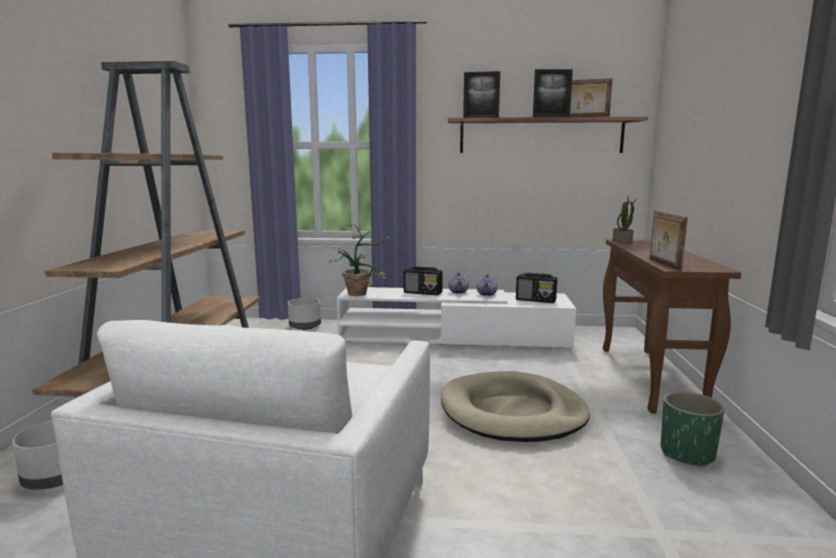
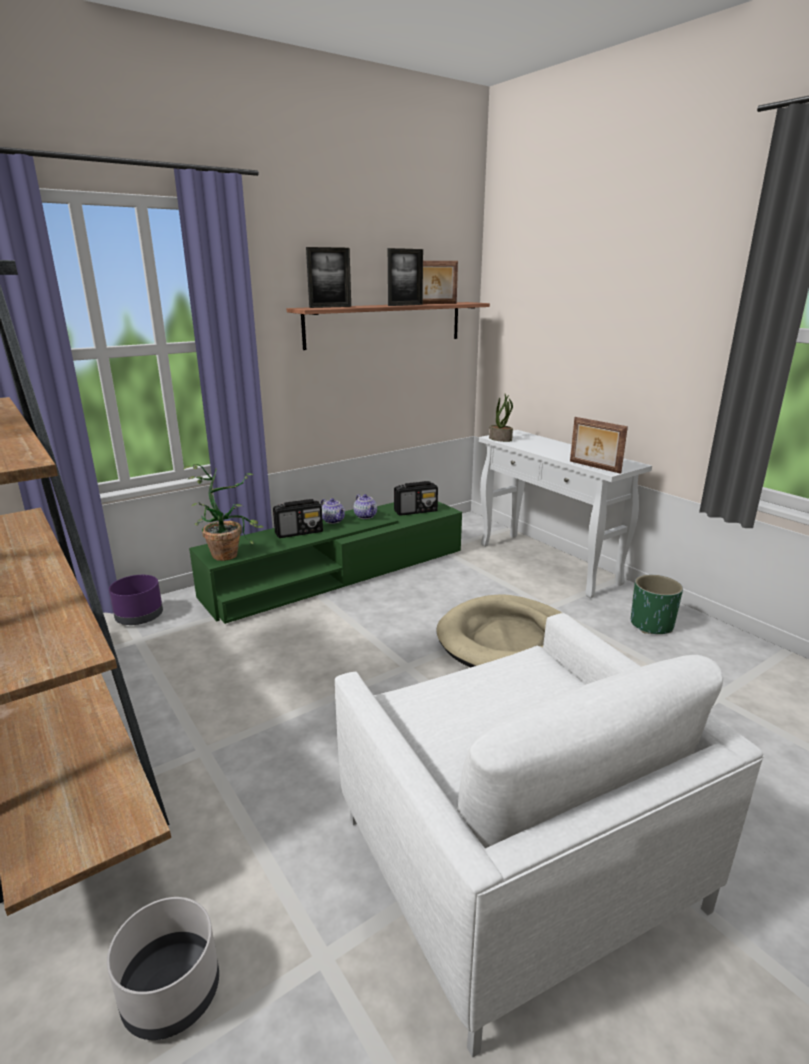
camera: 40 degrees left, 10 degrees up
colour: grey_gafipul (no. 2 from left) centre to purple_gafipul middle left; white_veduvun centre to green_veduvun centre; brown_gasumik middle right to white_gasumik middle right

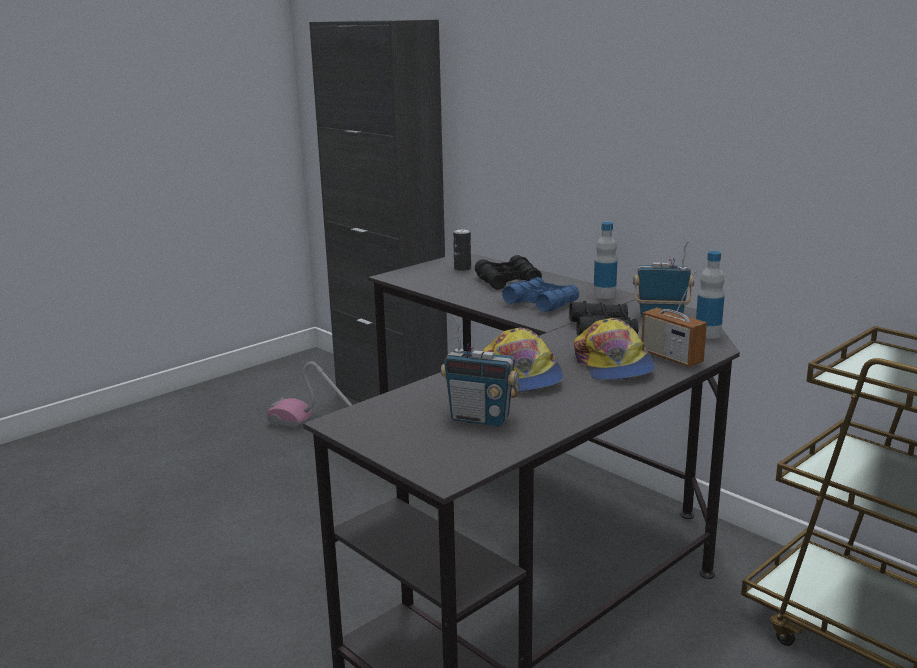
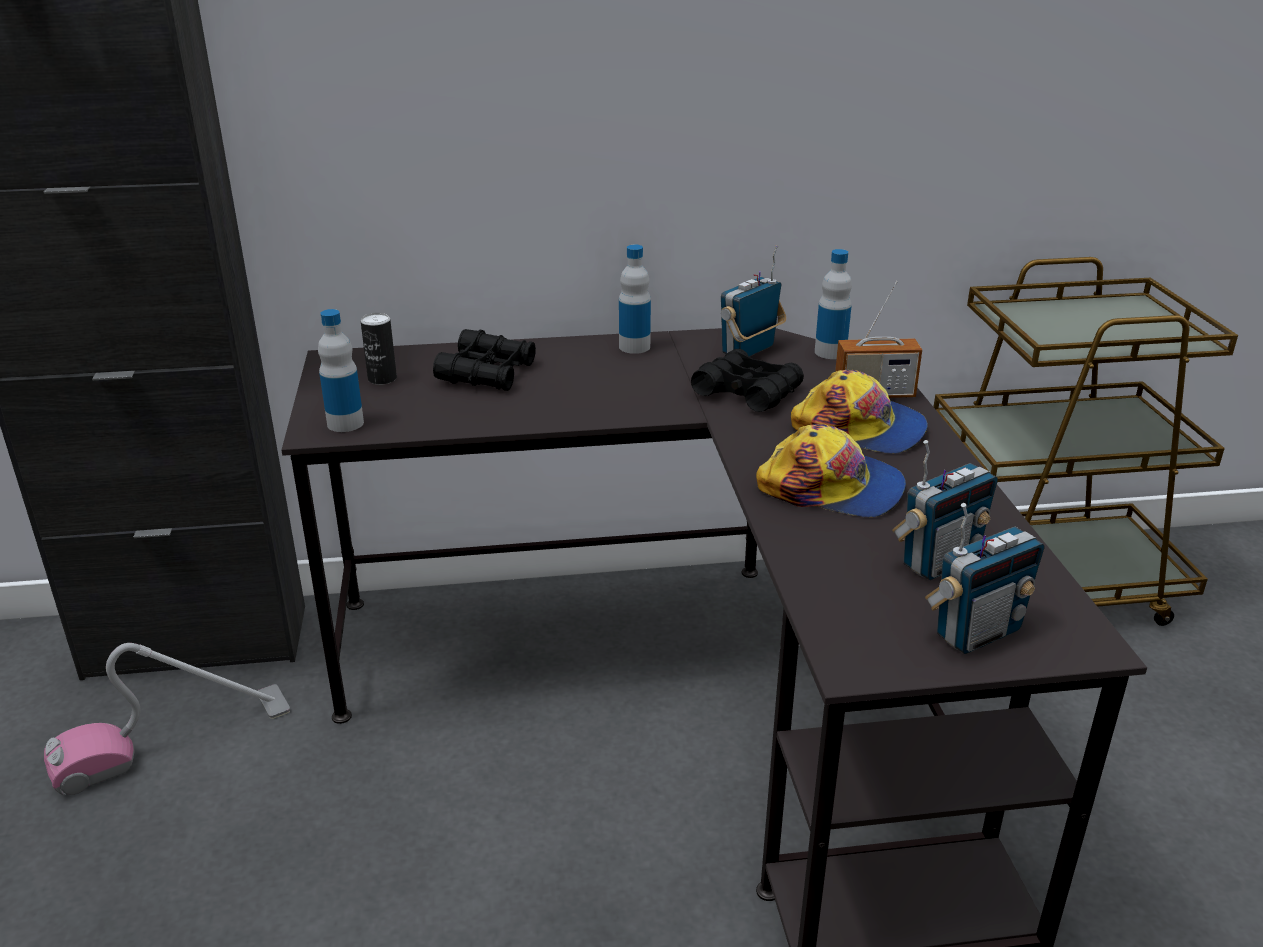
camera: 55 degrees left, 10 degrees up
missing: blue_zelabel centre
appeared: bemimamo (no. 1 from left) middle left; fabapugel (no. 4 from left) middle right

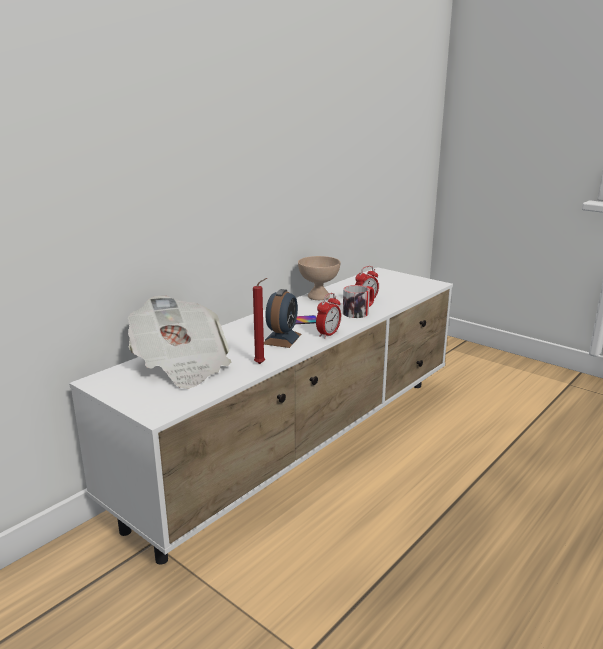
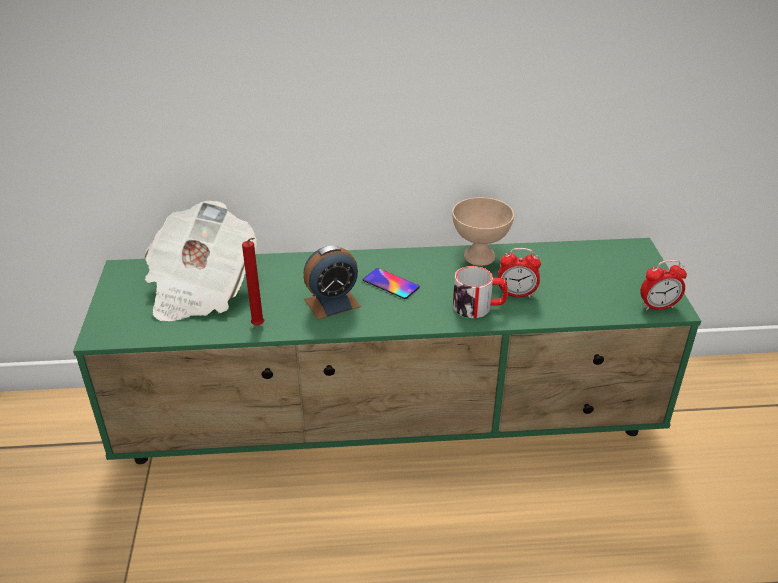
camera: 45 degrees right, 15 degrees up
relocated: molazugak (no. 2 from left in the first image) centre to molazugak (no. 3 from left) middle right
colour: white_veduvun centre to green_veduvun centre

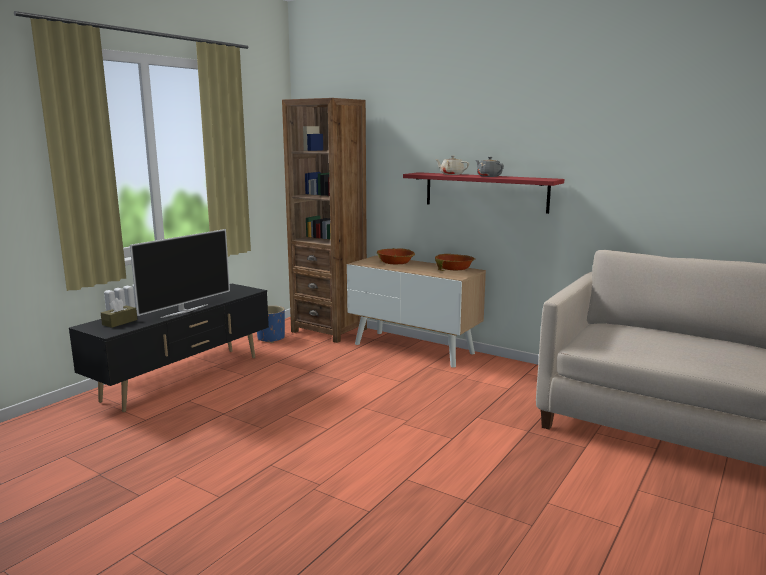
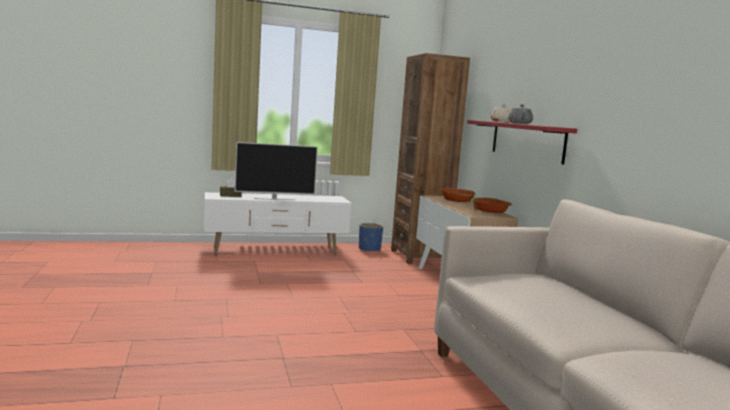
camera: 40 degrees right, 5 degrees down
colour: black_veduvun middle left to white_veduvun centre

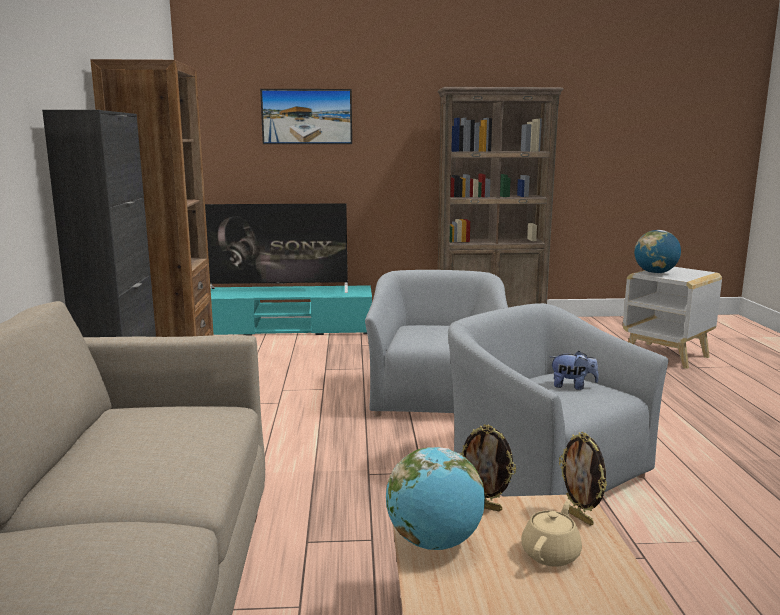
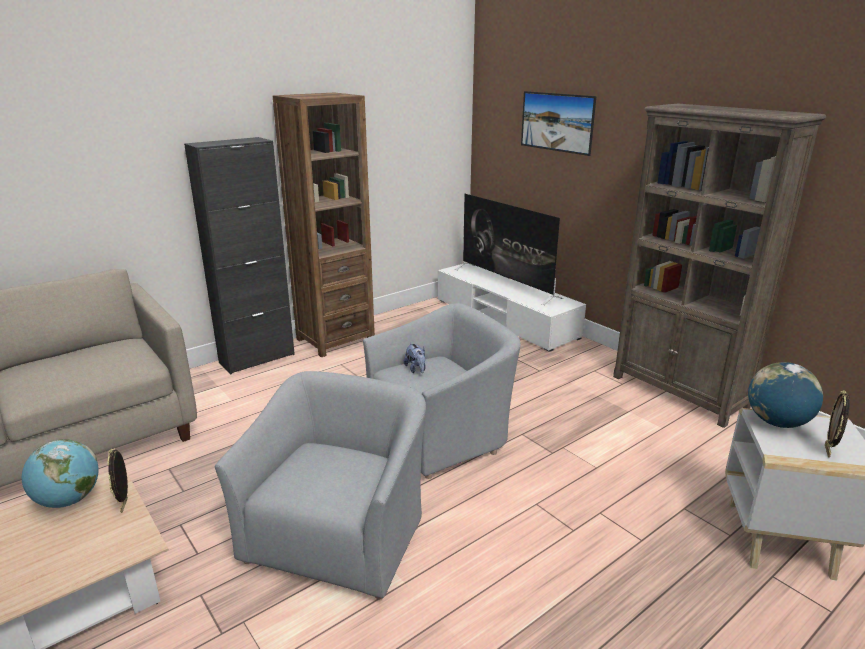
camera: 55 degrees right, 10 degrees up
missing: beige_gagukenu bottom right
relocated: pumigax middle right to centre; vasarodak (no. 2 from left) bottom right to middle right
colour: turquoise_veduvun centre to white_veduvun centre

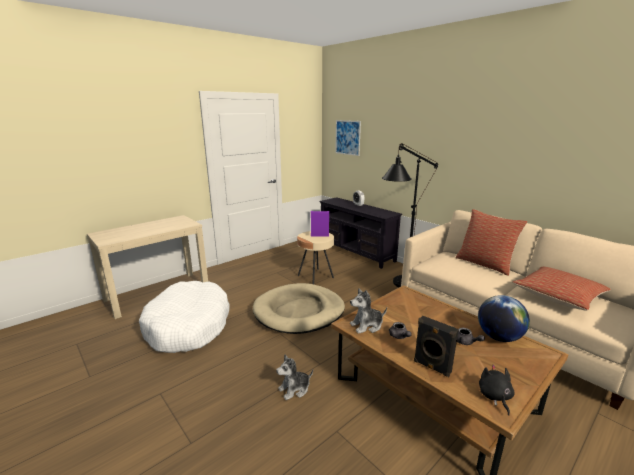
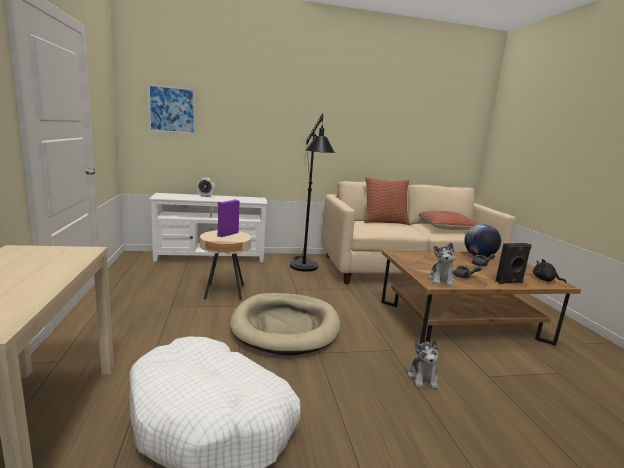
camera: 60 degrees left, 5 degrees down
colour: black_veduvun centre to white_veduvun centre

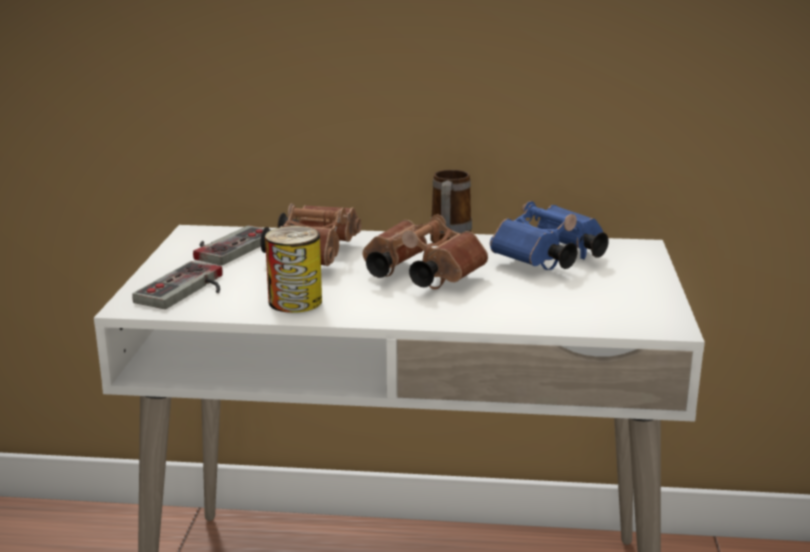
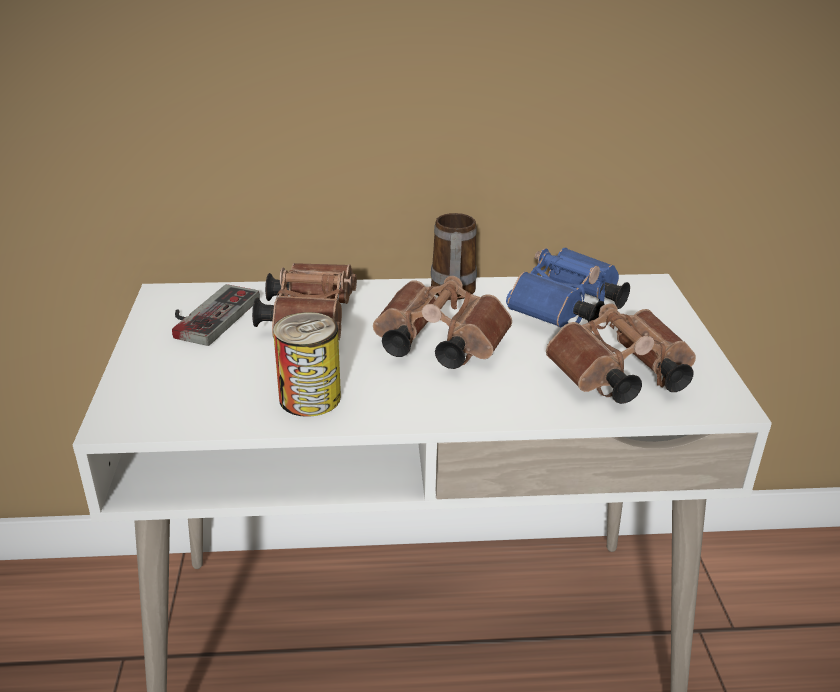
camera: 10 degrees left, 10 degrees up
missing: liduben (no. 1 from left) middle left
appeared: brown_zelabel (no. 3 from left) middle right

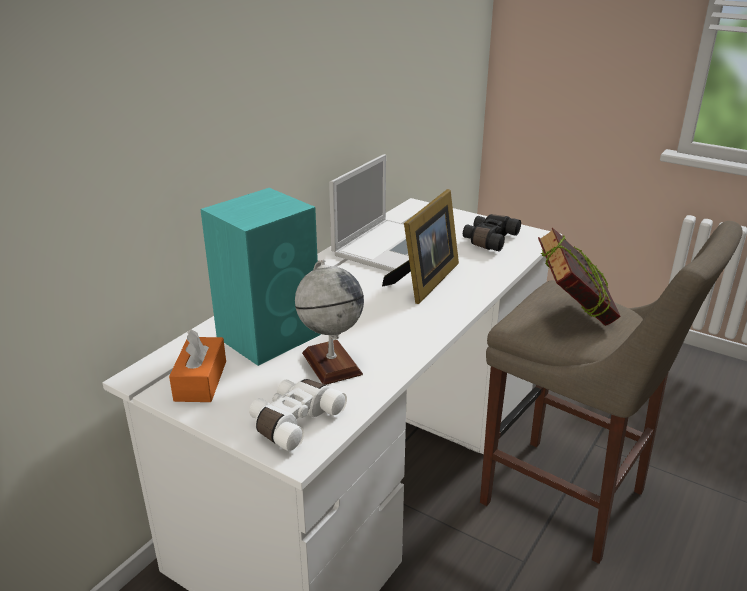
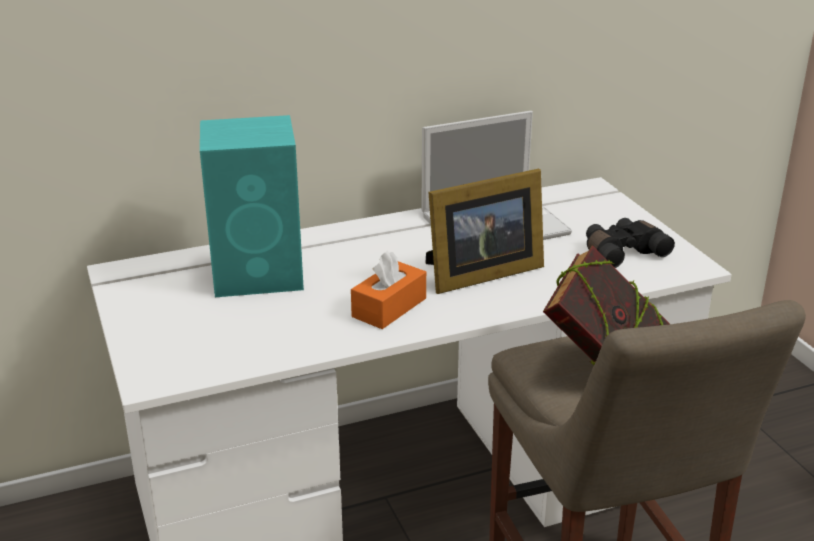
camera: 35 degrees right, 0 degrees up
missing: white_zelabel bottom centre; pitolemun centre
relocated: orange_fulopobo middle left to centre

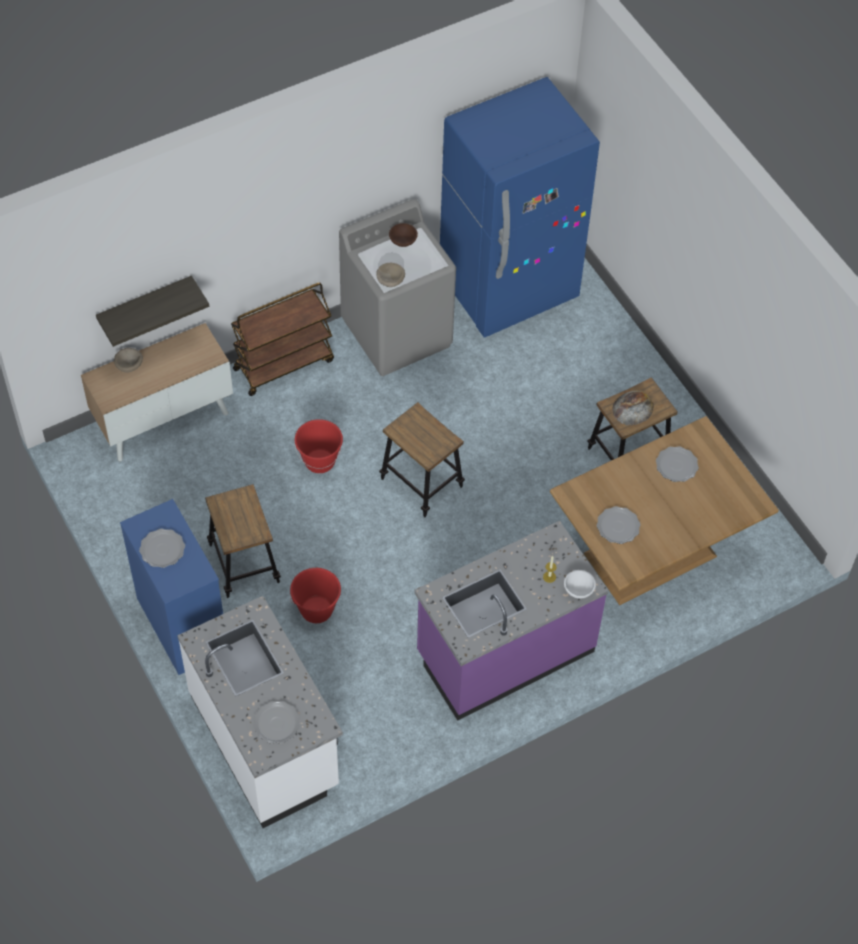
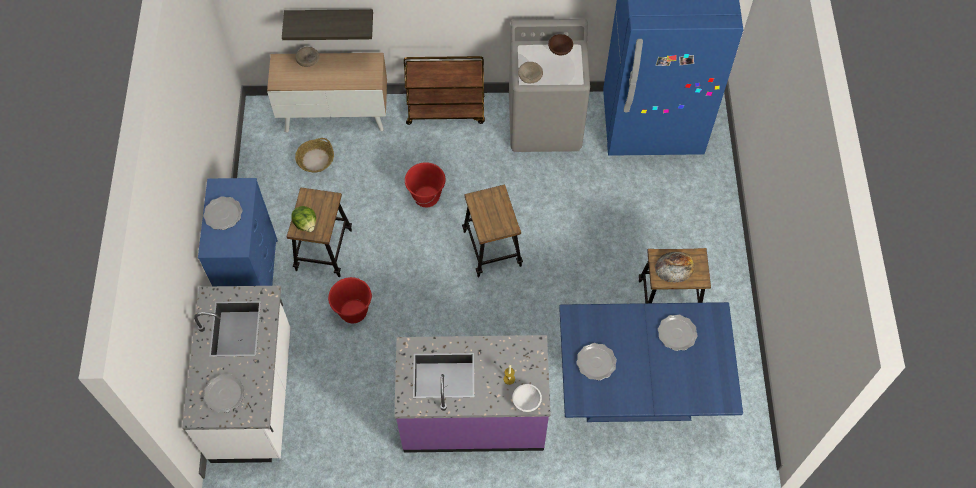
camera: 30 degrees right, 5 degrees up
appeared: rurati middle left; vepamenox top left
colour: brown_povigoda middle right to blue_povigoda bottom right

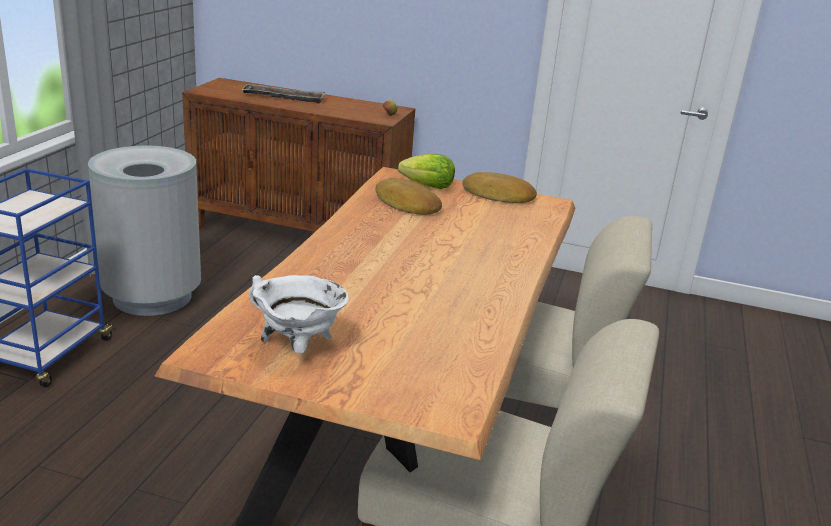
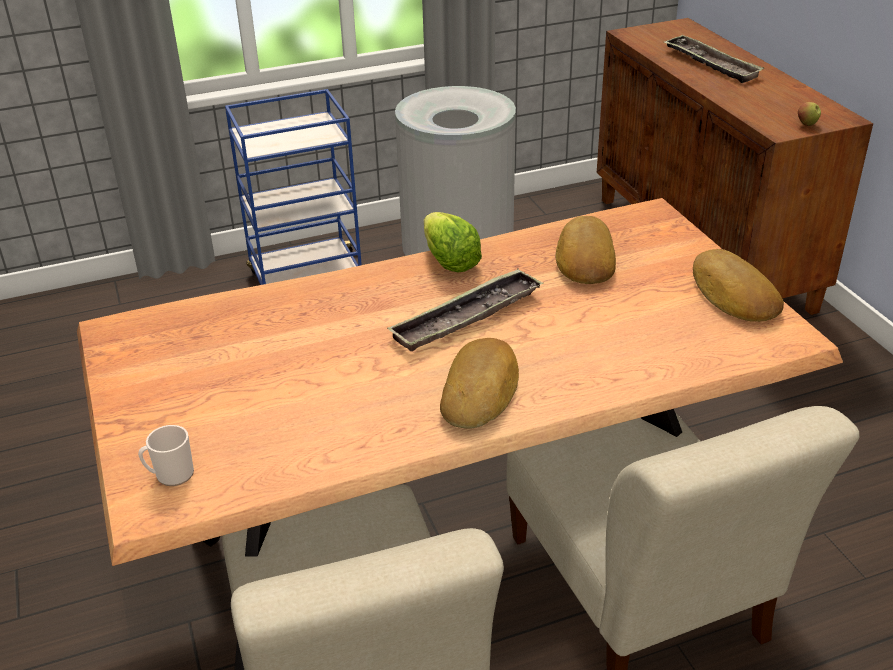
camera: 55 degrees right, 10 degrees up
missing: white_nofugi centre
appeared: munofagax bottom left; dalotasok (no. 1 from left) centre; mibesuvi (no. 1 from left) centre
relocated: rurati top centre to centre

